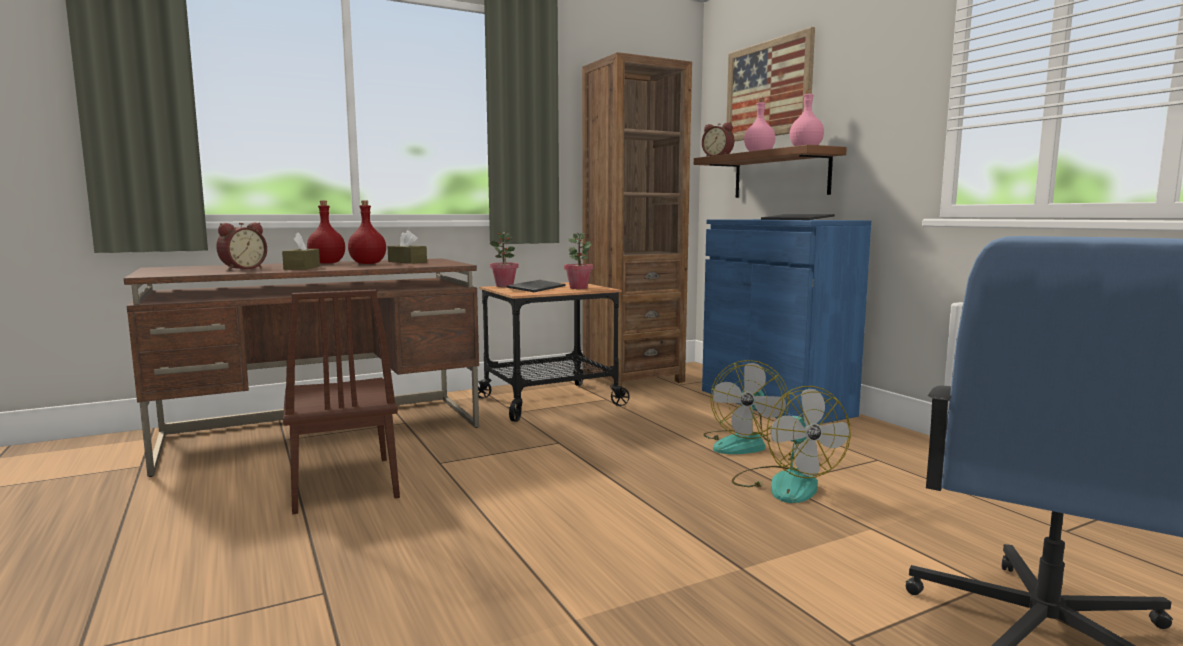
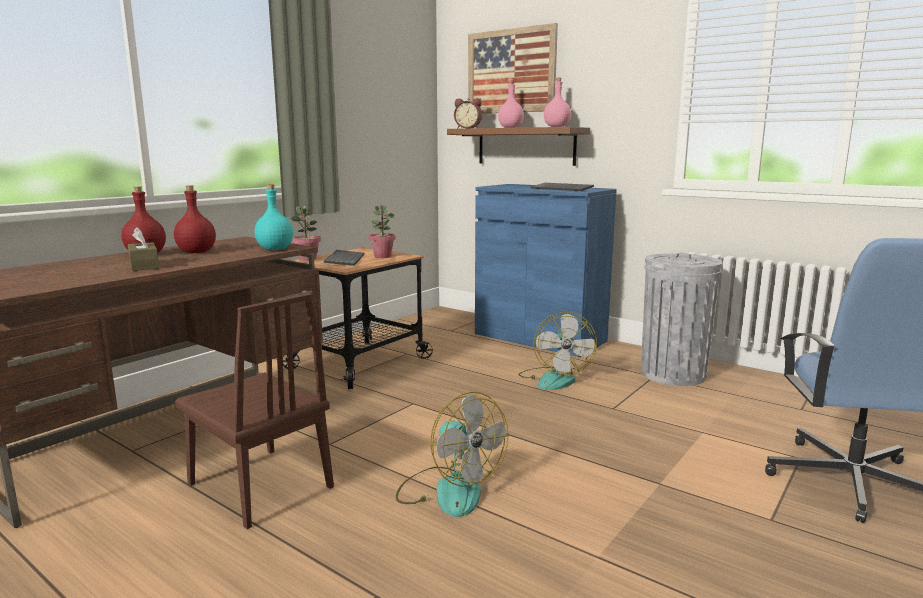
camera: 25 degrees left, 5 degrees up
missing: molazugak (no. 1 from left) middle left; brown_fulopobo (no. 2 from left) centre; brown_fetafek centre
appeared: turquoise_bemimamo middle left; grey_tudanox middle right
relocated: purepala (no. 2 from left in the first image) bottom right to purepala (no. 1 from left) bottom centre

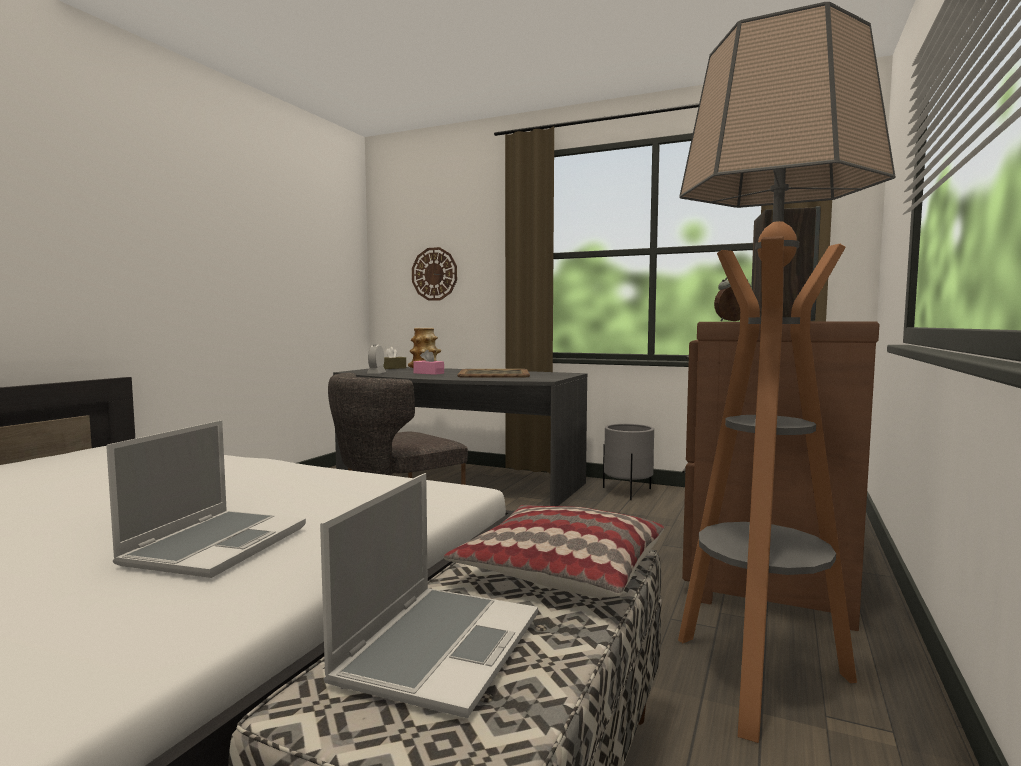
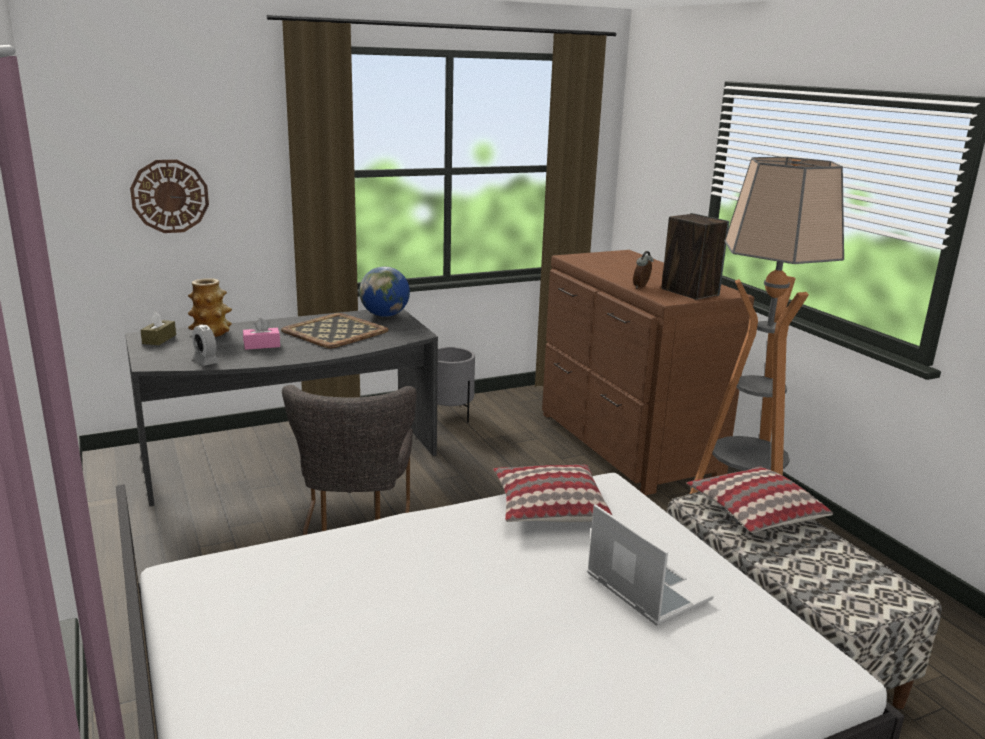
camera: 50 degrees left, 15 degrees up
missing: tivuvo (no. 2 from left) bottom centre
appeared: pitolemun centre; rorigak (no. 1 from left) bottom centre

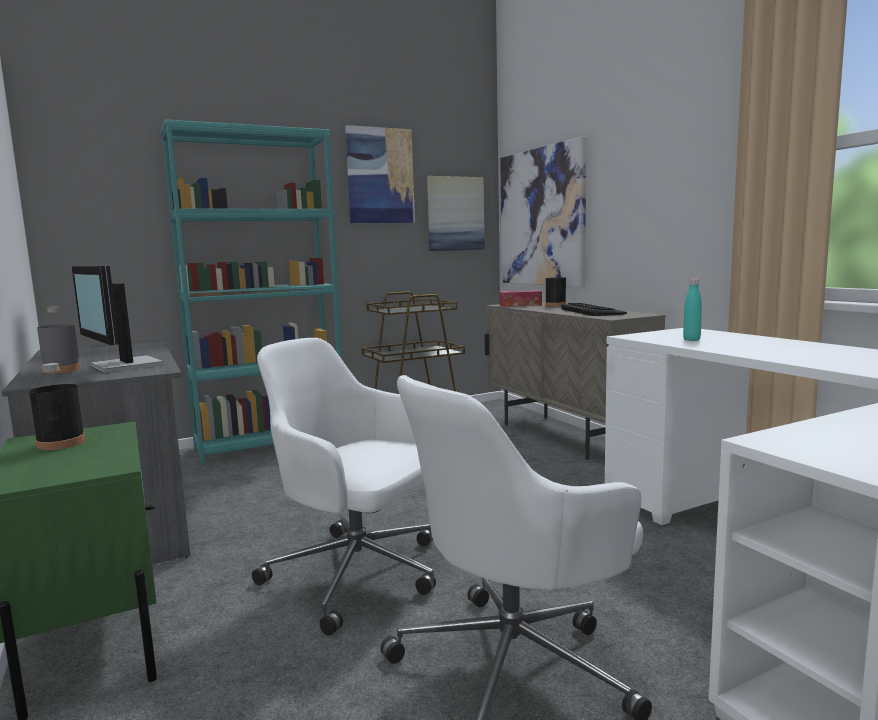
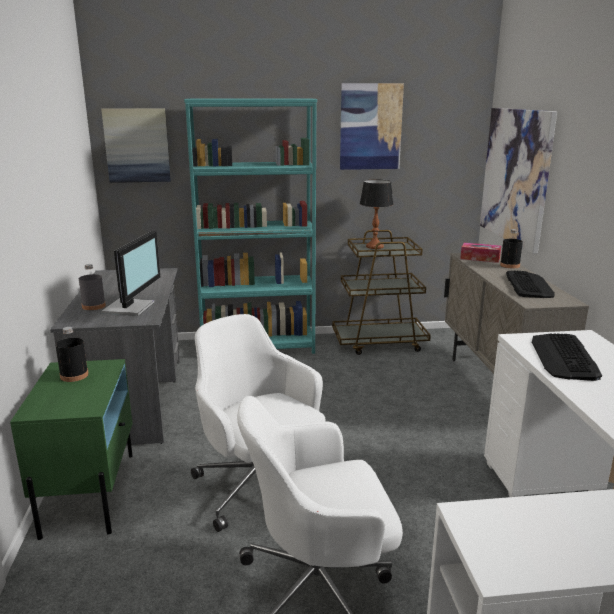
camera: 20 degrees right, 10 degrees up
appeared: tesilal centre
relocated: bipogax (no. 2 from left in the first image) top centre to bipogax (no. 1 from left) top left
exchanged: turquoise_bemimamo middle right to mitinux (no. 2 from left) middle right
spun: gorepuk middle left = middle left 150 degrees counterclockwise

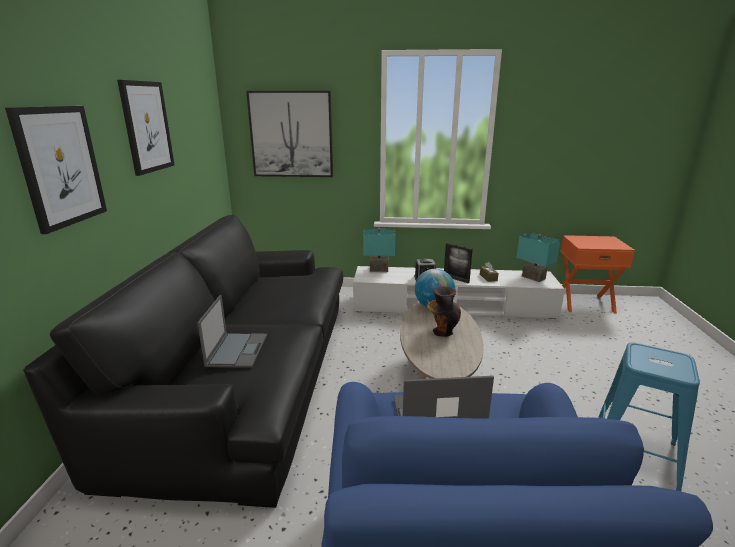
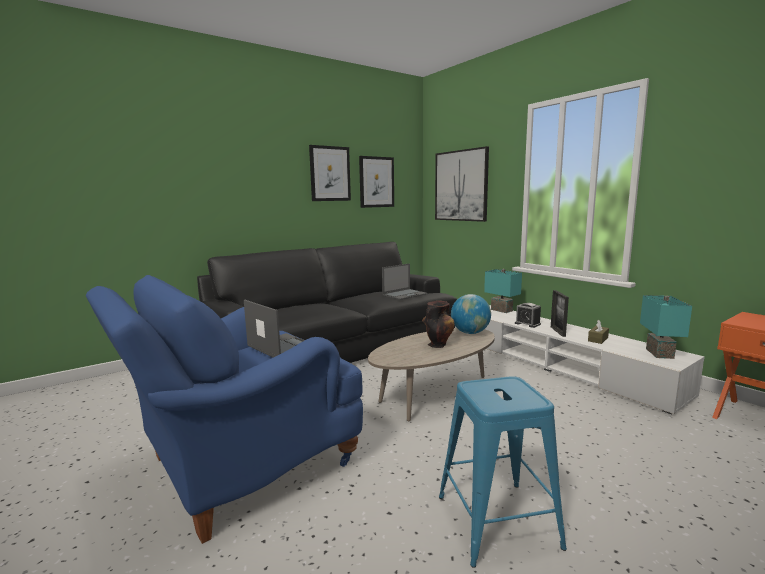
camera: 50 degrees right, 10 degrees down
relocated: bipogax (no. 1 from left in the first image) top left to bipogax (no. 2 from left) top centre; tivuvo (no. 1 from left in the first image) middle left to tivuvo (no. 2 from left) centre

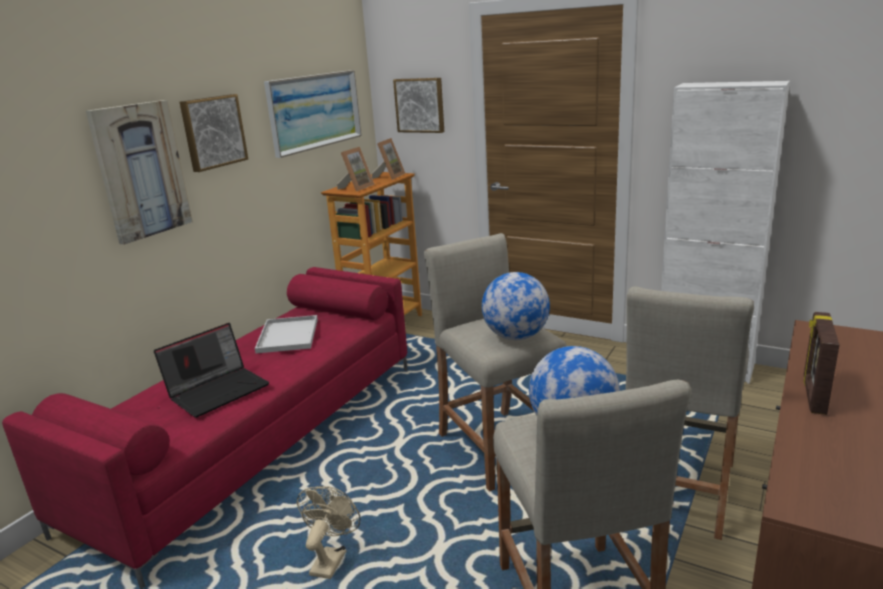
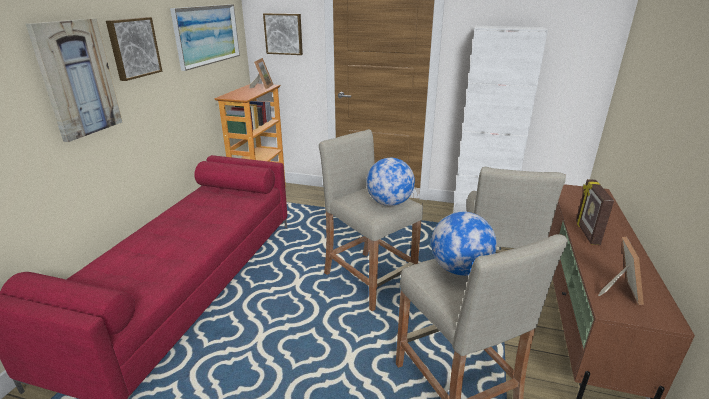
camera: 15 degrees left, 5 degrees up
missing: tivuvo middle left; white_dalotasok middle left; beige_purepala bottom centre
relocated: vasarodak (no. 1 from left in the first image) top centre to vasarodak (no. 3 from left) bottom right

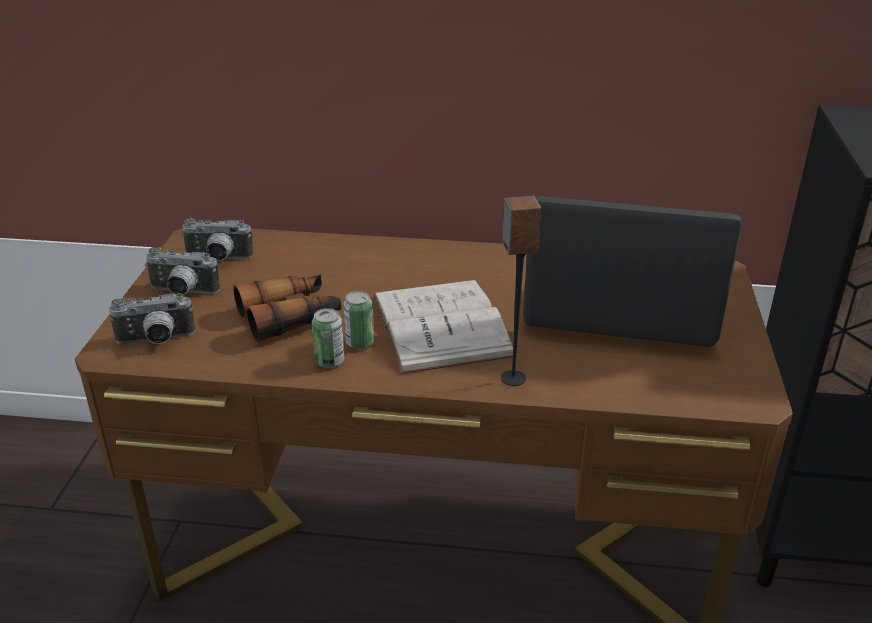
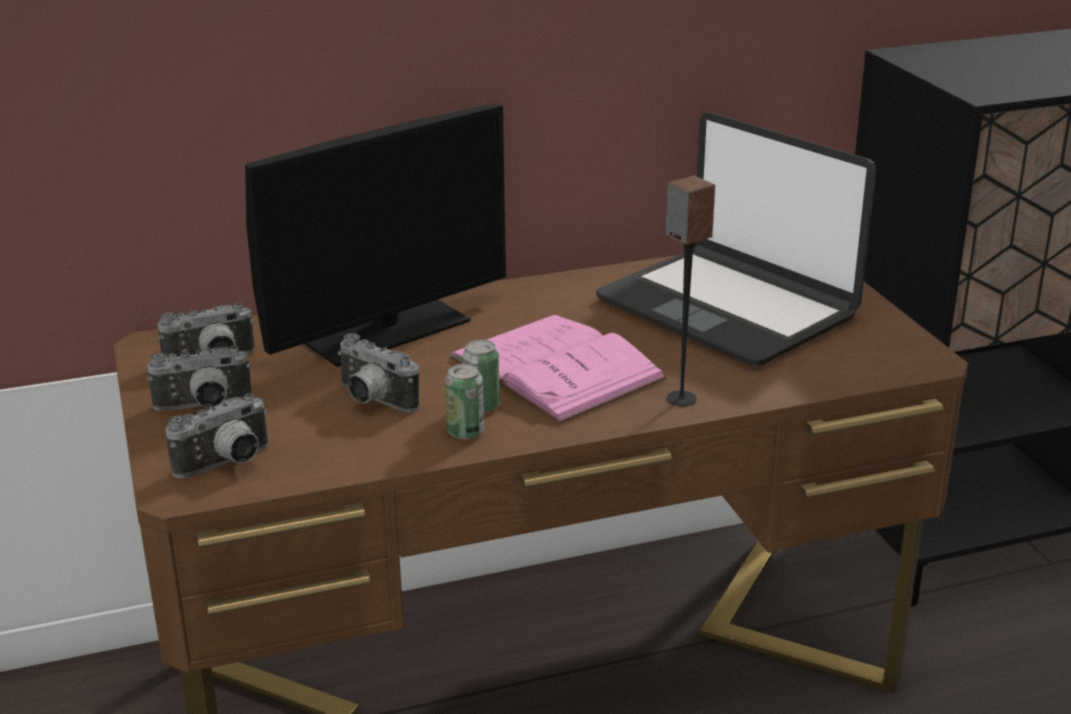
camera: 25 degrees left, 5 degrees down
appeared: gorepuk top centre
exchanged: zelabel middle left to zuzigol (no. 4 from left) centre
colour: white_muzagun centre to pink_muzagun centre
spun: tivuvo middle right = middle right 120 degrees counterclockwise

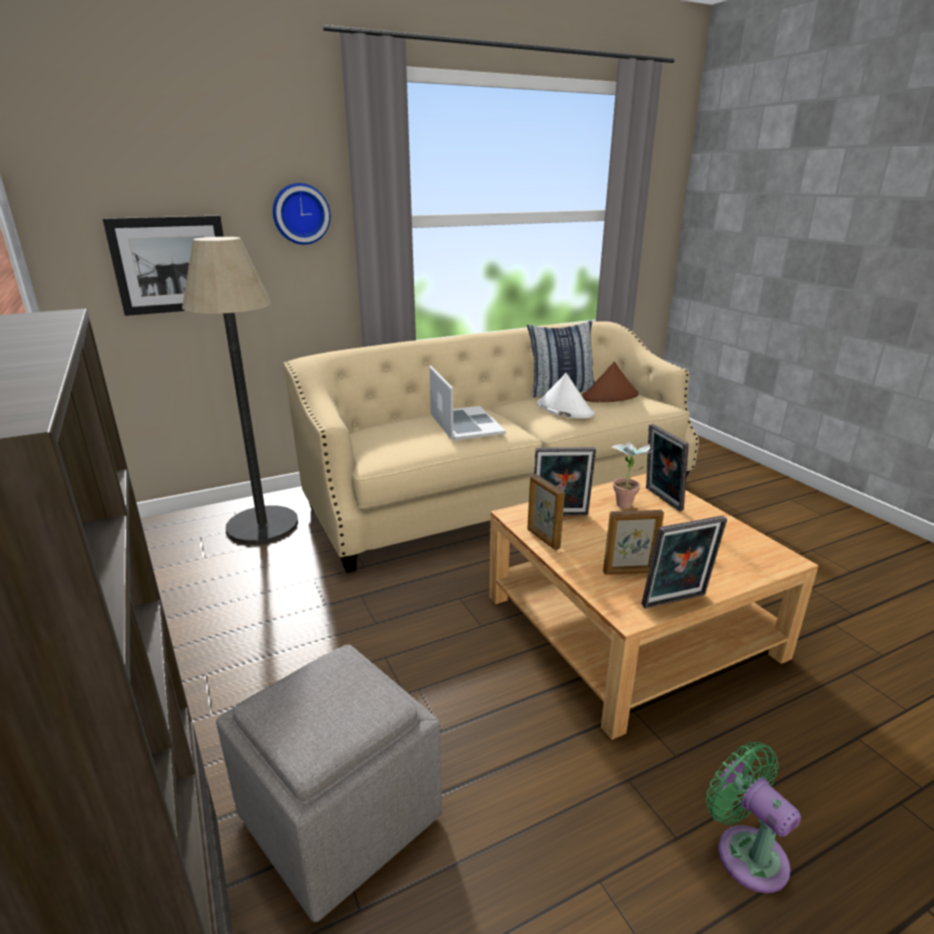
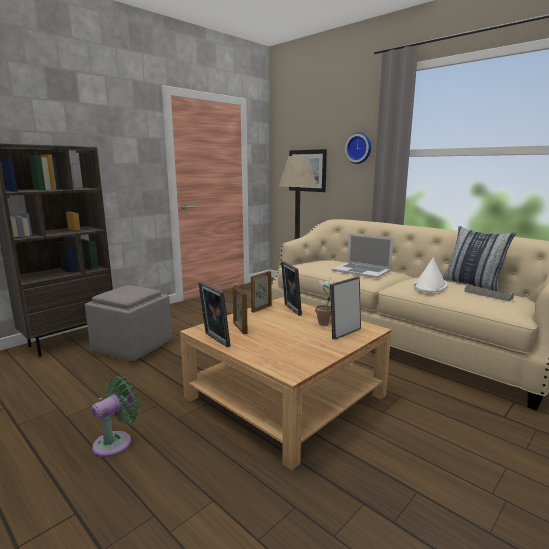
camera: 70 degrees right, 10 degrees down
exchanged: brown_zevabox centre to grey_dalotasok middle right
spun: tivuvo centre = centre 75 degrees clockwise

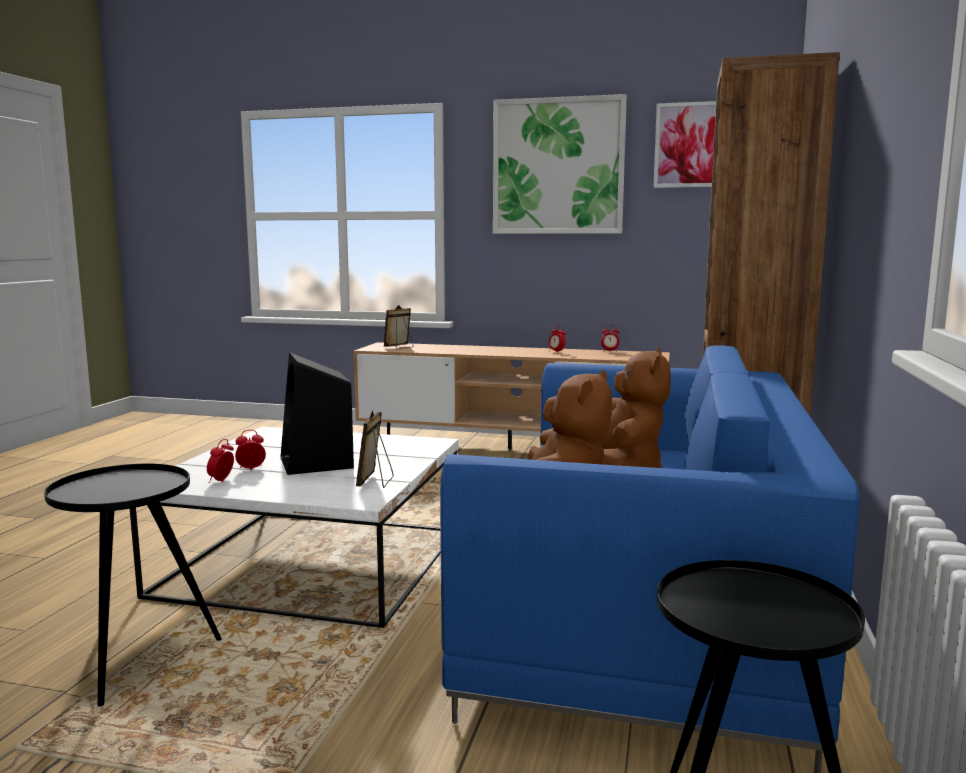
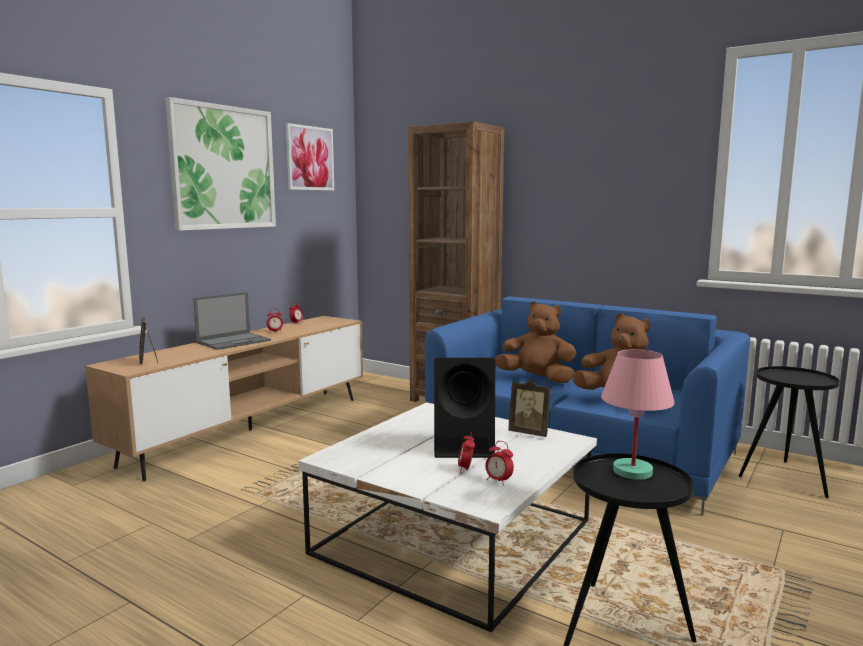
camera: 70 degrees left, 0 degrees up
appeared: tivuvo middle left; pink_tesilal middle right

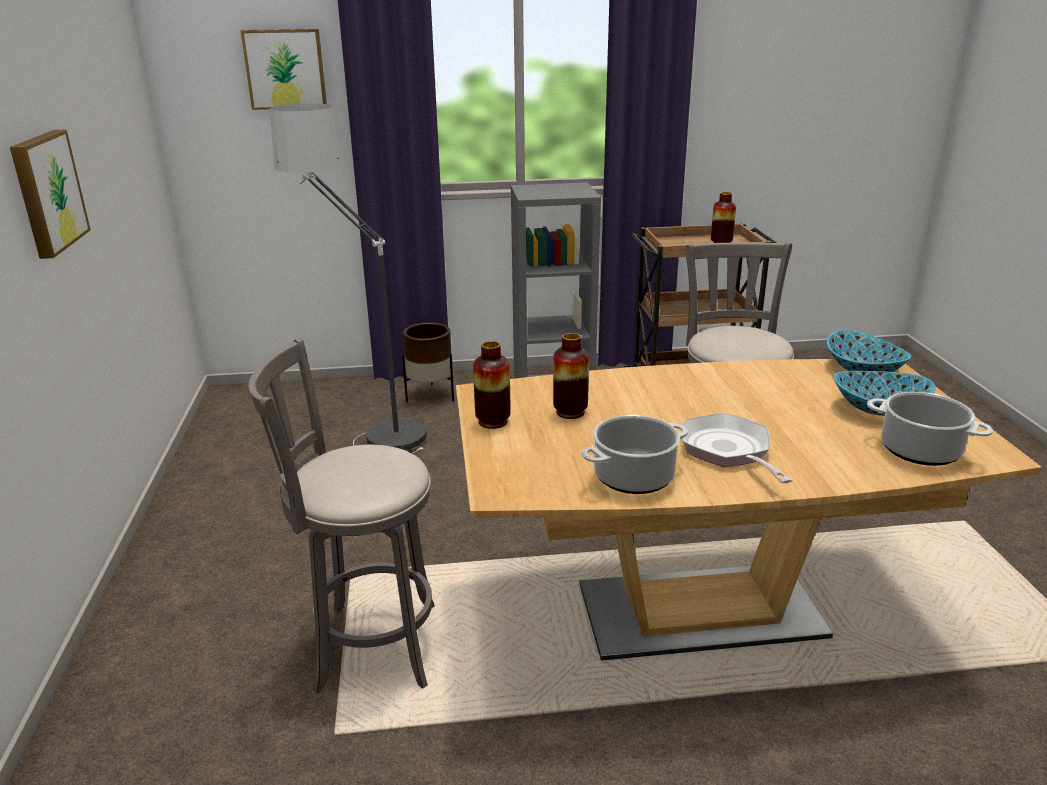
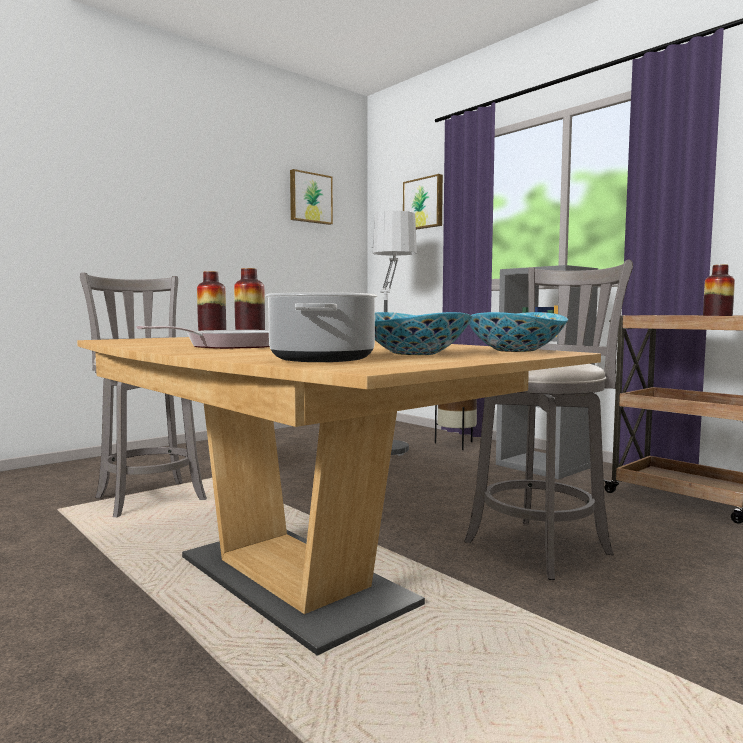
camera: 55 degrees right, 20 degrees down
missing: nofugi (no. 1 from left) centre
relocated: bipogax (no. 1 from left) top left to top centre

